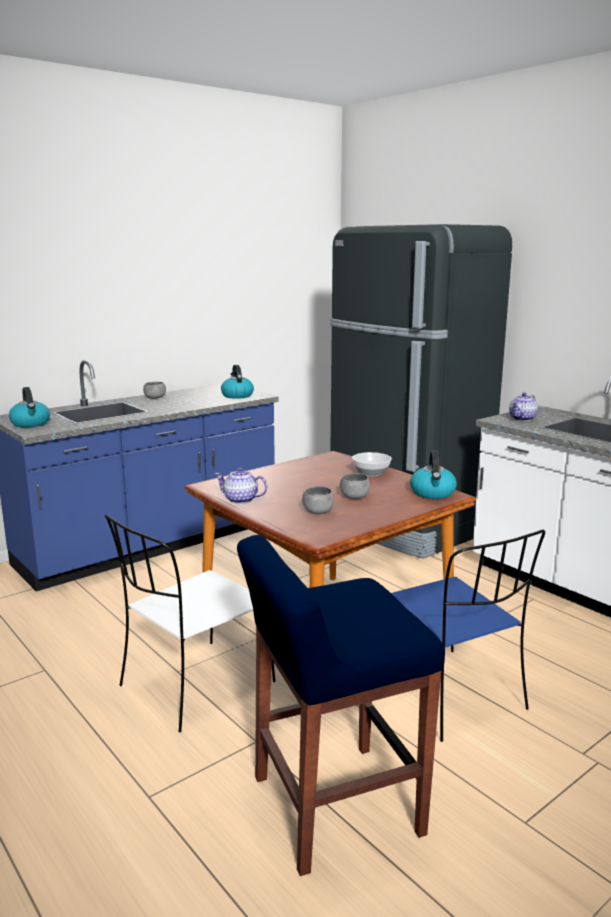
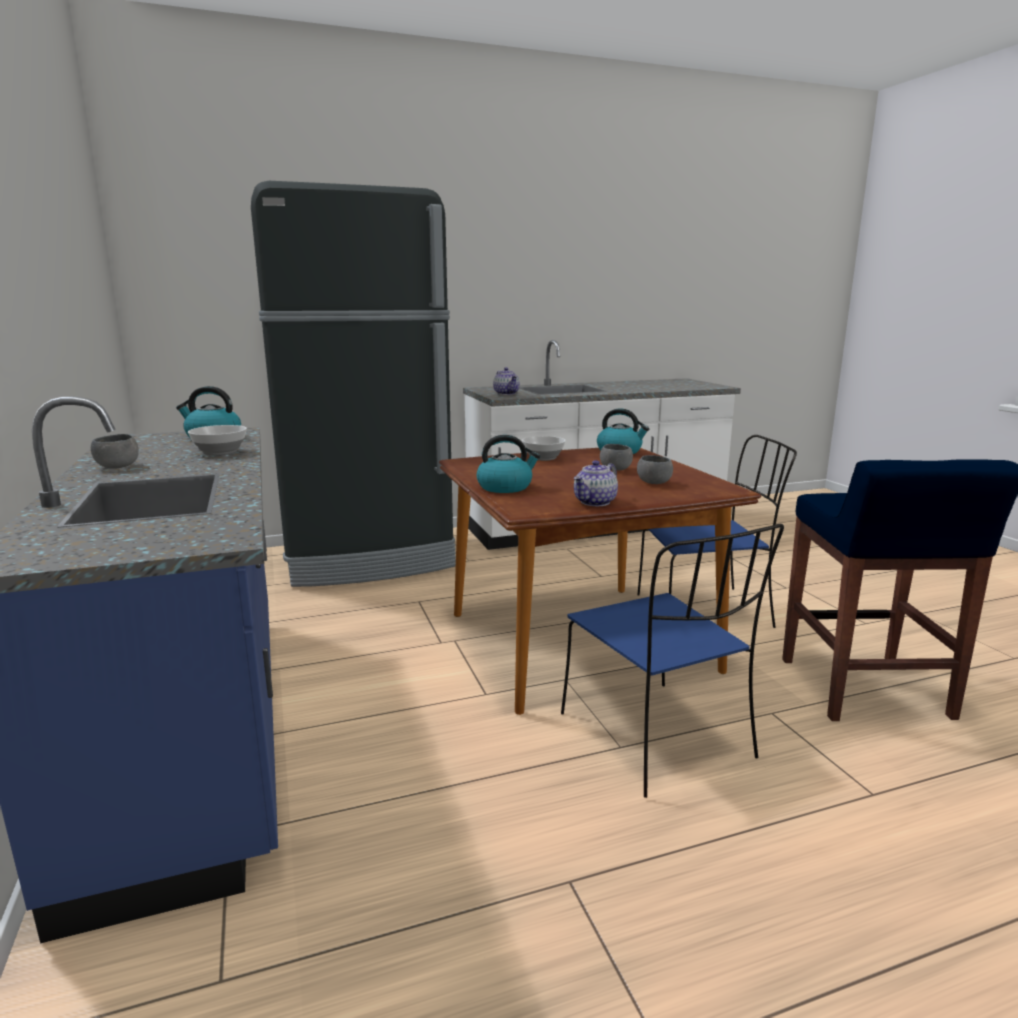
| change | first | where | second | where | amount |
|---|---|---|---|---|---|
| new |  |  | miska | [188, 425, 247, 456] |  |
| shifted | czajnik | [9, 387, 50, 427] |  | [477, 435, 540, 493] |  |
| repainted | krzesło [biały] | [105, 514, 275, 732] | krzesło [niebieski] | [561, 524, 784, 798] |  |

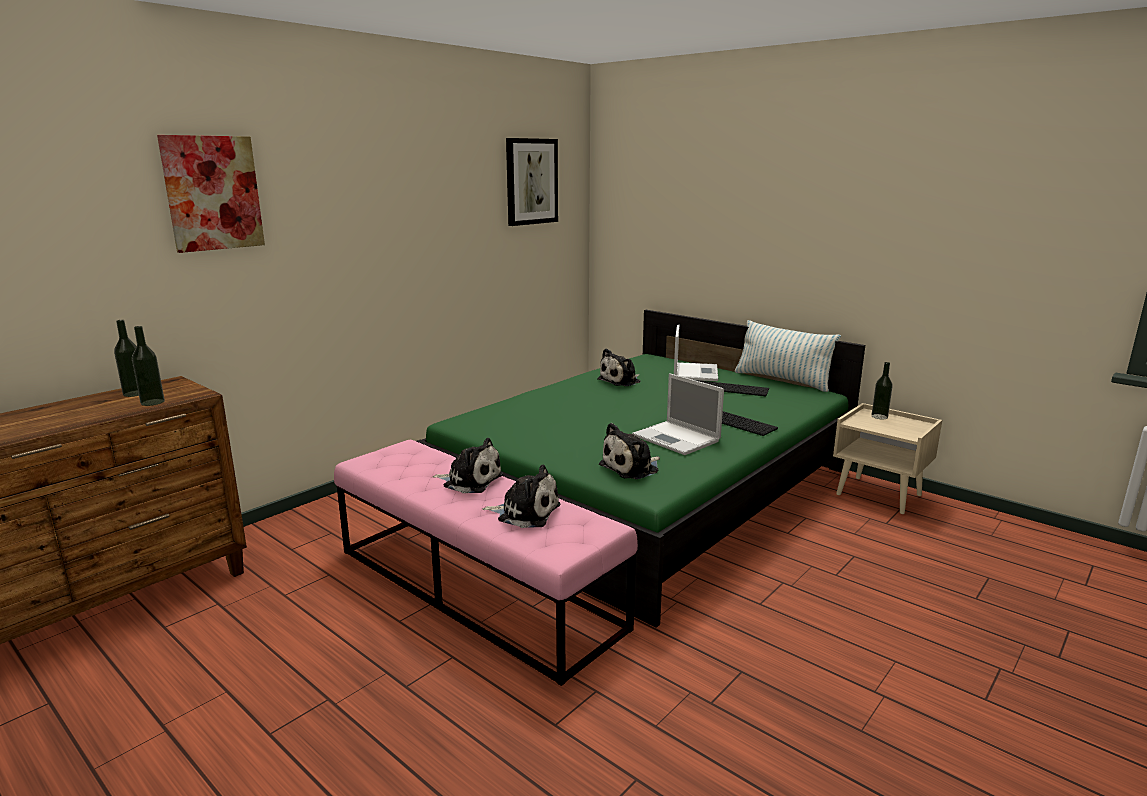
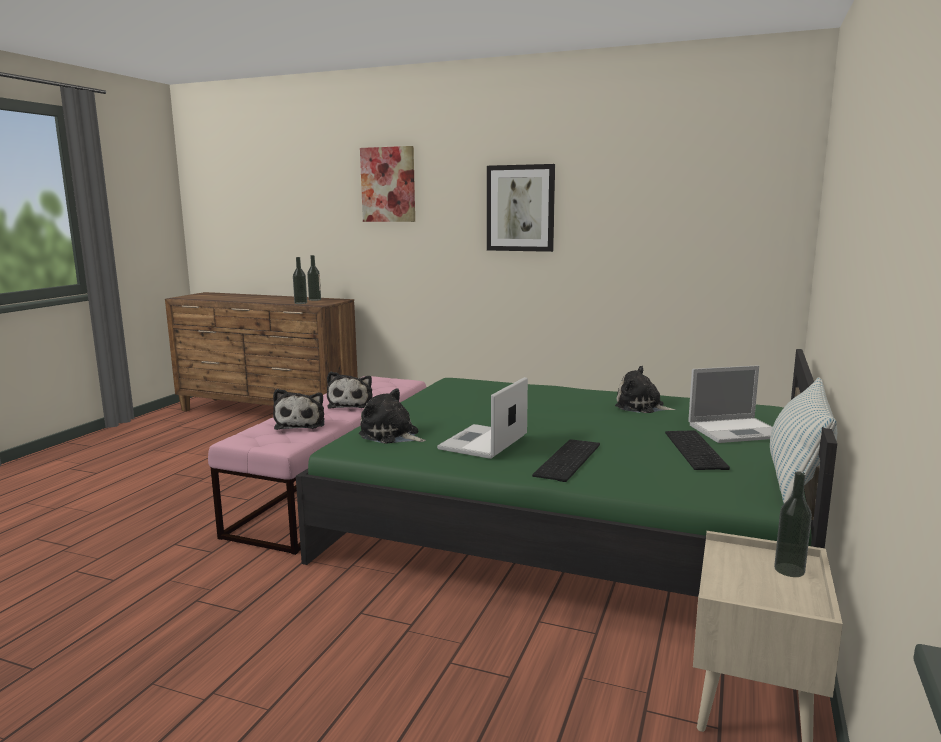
| change | first | where | second | where | amount |
|---|---|---|---|---|---|
| shifted | obraz | [506, 138, 558, 226] |  | [487, 164, 555, 252] |  |

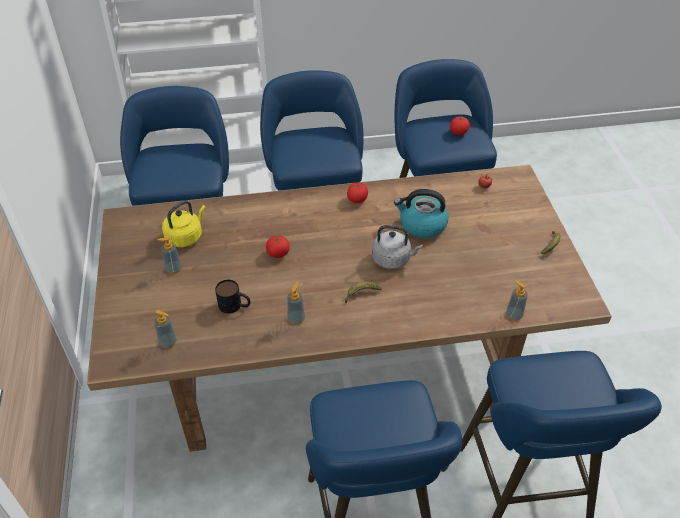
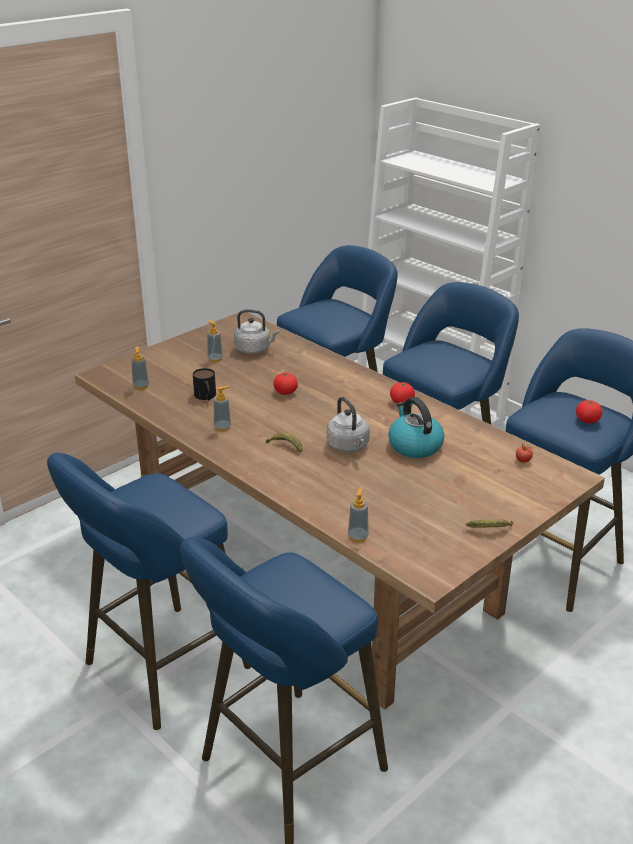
| change | first | where | second | where | amount |
|---|---|---|---|---|---|
| repainted | czajnik [żółty] | [162, 200, 206, 247] | czajnik [szary] | [234, 309, 279, 354] |  |

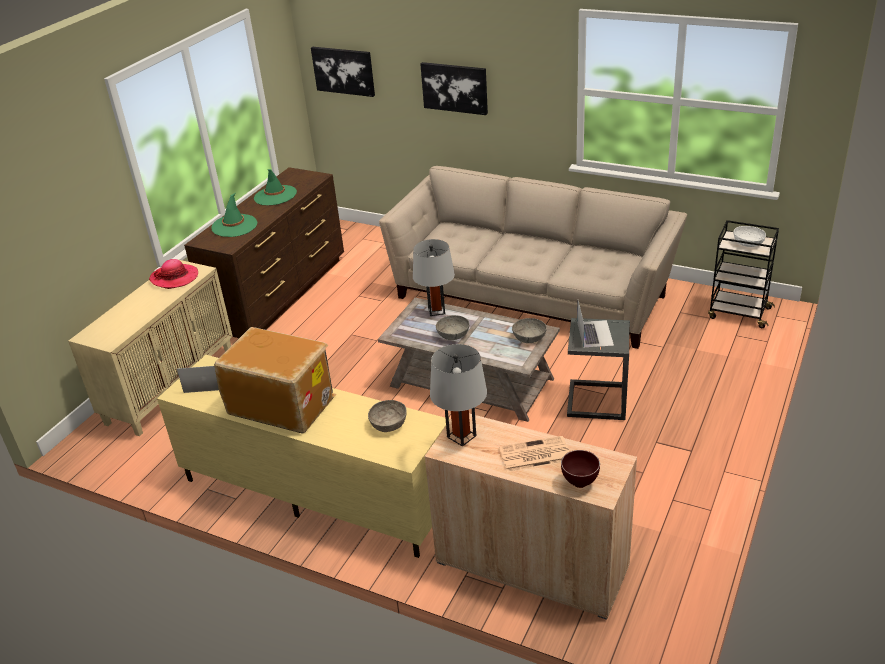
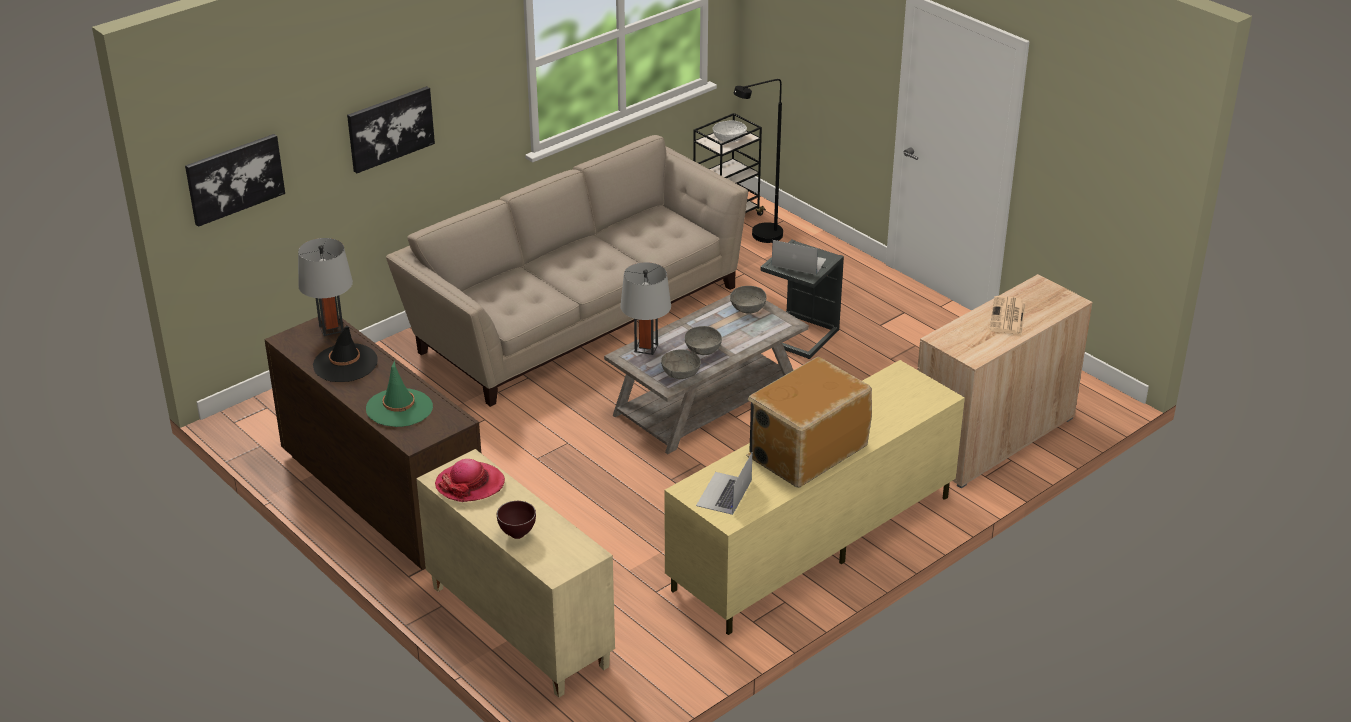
| change | first | where | second | where | amount |
|---|---|---|---|---|---|
| new |  |  | lampa stojąca [czarny] | [734, 79, 783, 243] |  |
| shifted | miska [szary] | [368, 400, 407, 432] |  | [661, 349, 701, 379] |  |
| shifted | lampa stołowa [szary] | [430, 344, 487, 447] |  | [298, 238, 353, 336] |  |
| shifted | miska [brązowy] | [561, 450, 600, 488] |  | [497, 501, 536, 539] |  |
| repainted | kapelusz [zielony] | [254, 169, 297, 205] | kapelusz [czarny] | [313, 326, 378, 382] |  |

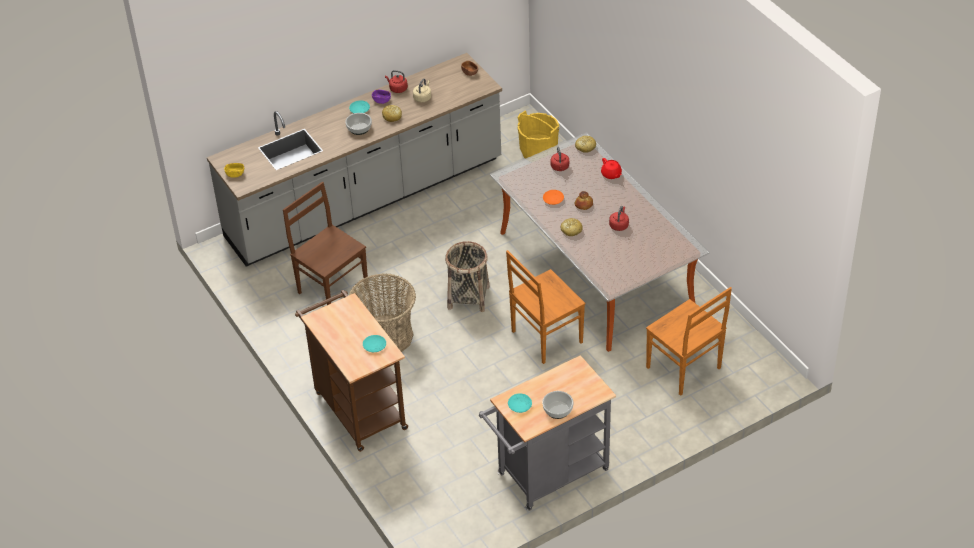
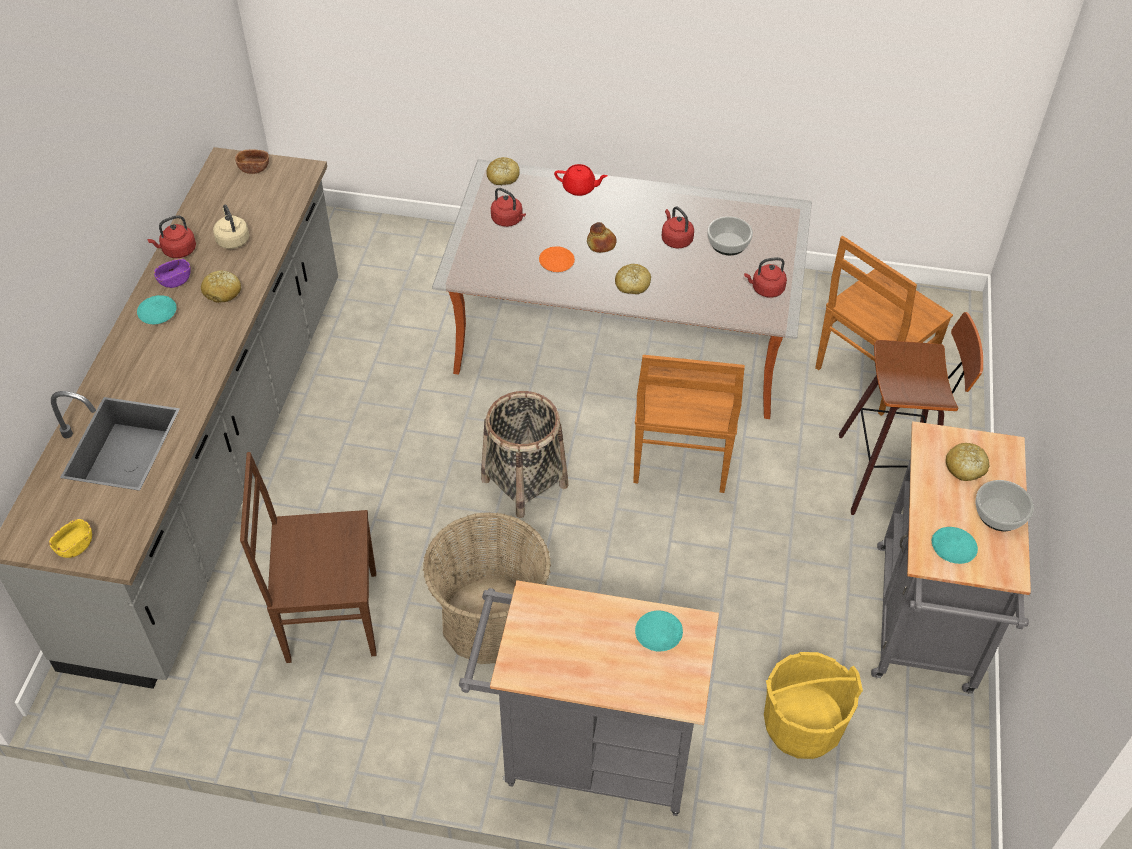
| change | first | where | second | where | amount |
|---|---|---|---|---|---|
| new |  |  | czajnik [czerwony] | [744, 257, 787, 297] |  |
| new |  |  | stołek | [839, 312, 983, 515] |  |
| new |  |  | chleb | [946, 443, 989, 481] |  |
| shifted | miska | [345, 113, 372, 135] |  | [707, 216, 753, 255] |  |
| shifted | wiadro [żółty] | [518, 111, 559, 159] |  | [764, 652, 863, 759] |  |
| repainted | wózek [brązowy] | [295, 290, 408, 452] | wózek [szary] | [459, 580, 719, 816] |  |
| rotated | krzesło [brązowy] | [646, 287, 732, 396] |  | [815, 236, 953, 416] | 135 degrees clockwise |

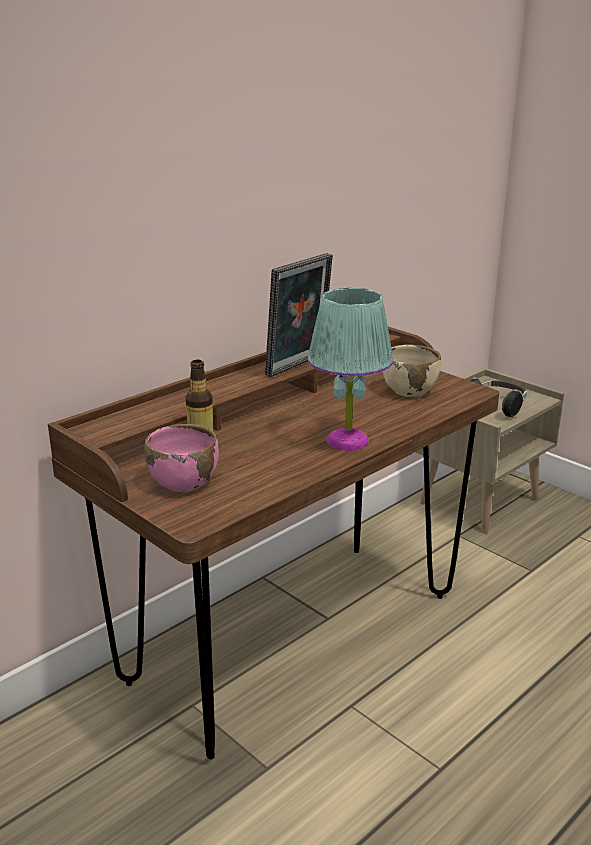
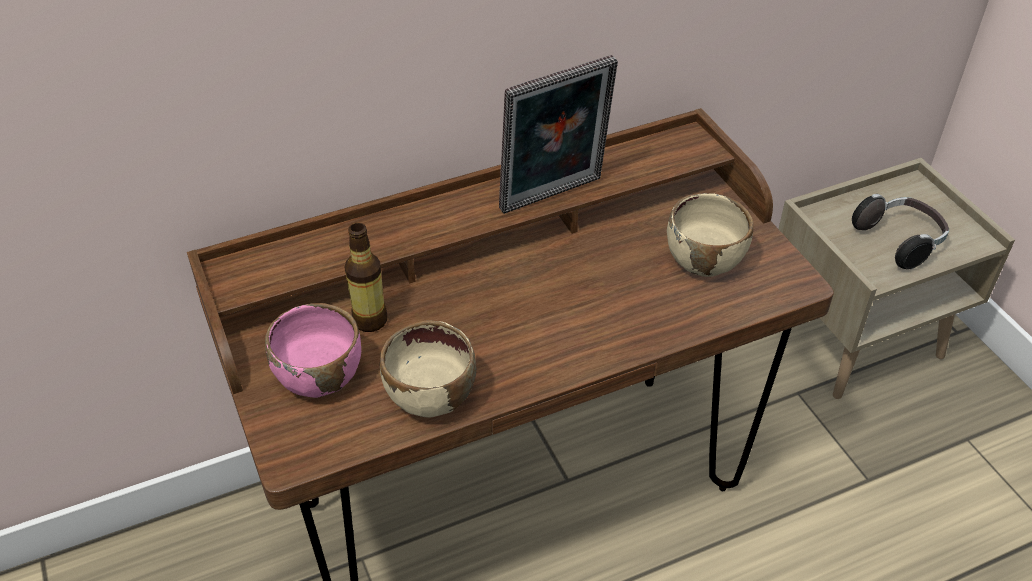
| change | first | where | second | where | amount |
|---|---|---|---|---|---|
| gone | lampa stołowa [turkusowy] | [308, 288, 393, 451] |  |  |  |
| new |  |  | miska [beżowy] | [380, 320, 476, 418] |  |

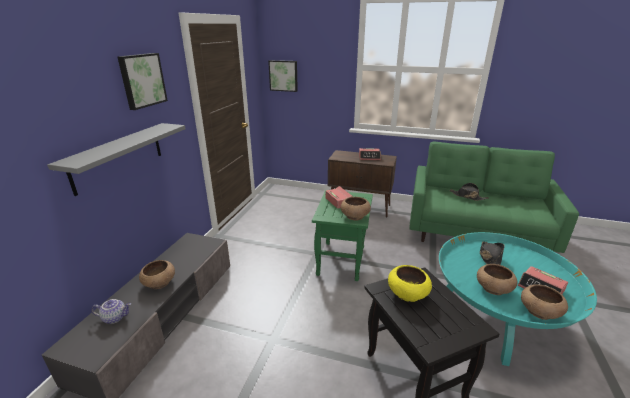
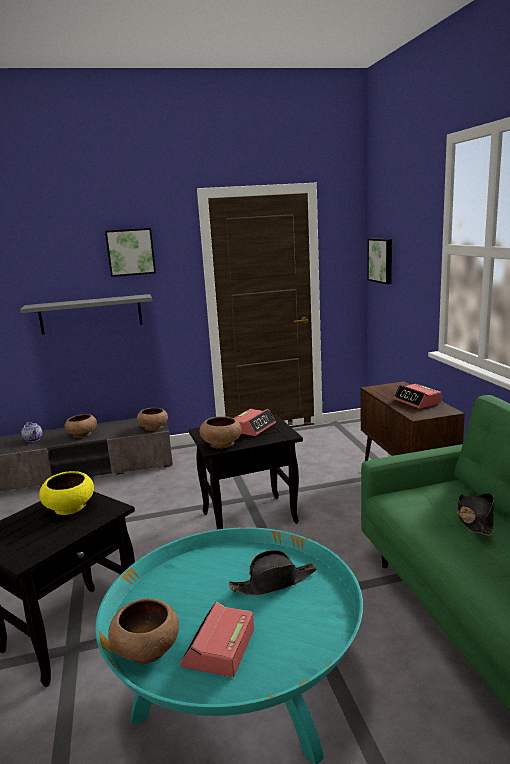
| change | first | where | second | where | amount |
|---|---|---|---|---|---|
| shifted | miska [brązowy] | [477, 264, 517, 295] |  | [137, 408, 168, 431] |  |
| repainted | stolik [zielony] | [312, 190, 373, 281] | stolik [czarny] | [189, 414, 303, 530] |  |

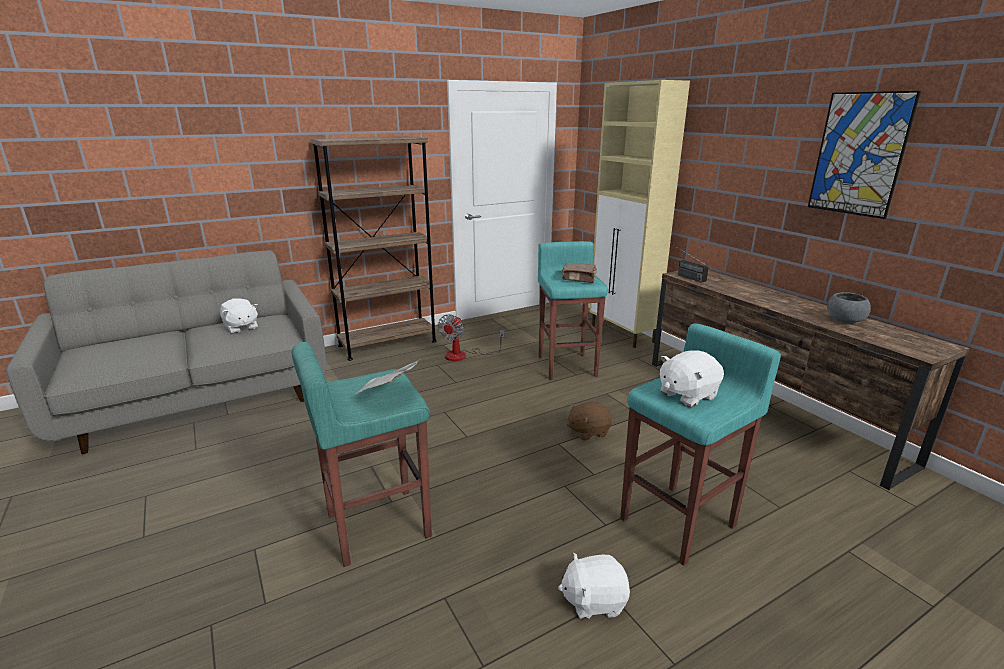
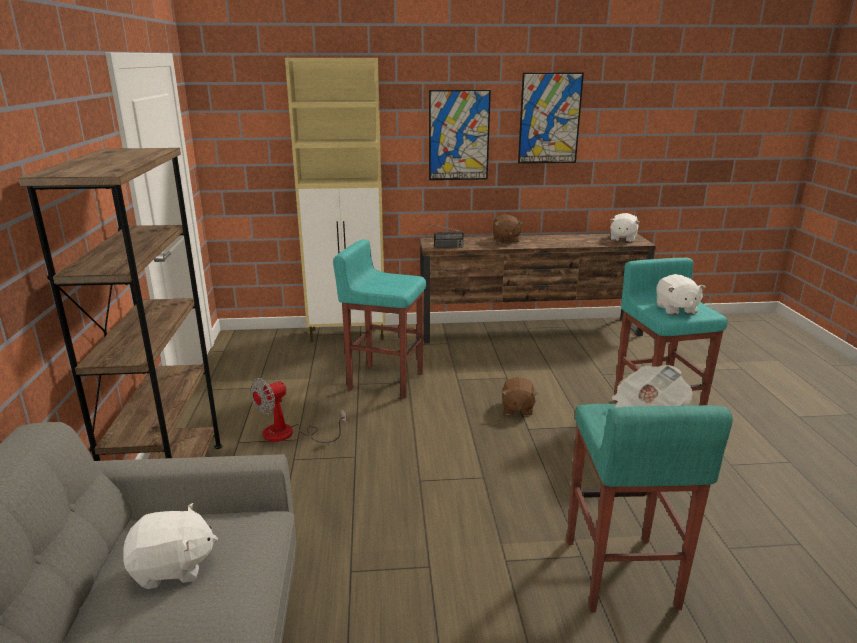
| change | first | where | second | where | amount |
|---|---|---|---|---|---|
| gone | książka [brązowy] | [562, 263, 597, 283] |  |  |  |
| gone | miska [szary] | [827, 292, 871, 323] |  |  |  |
| new |  |  | obraz | [429, 90, 491, 180] |  |
| new |  |  | pluszak [brązowy] | [492, 214, 523, 244] |  |
| shifted | pluszak [biały] | [558, 552, 630, 619] |  | [610, 213, 640, 242] |  |
| rotated | wentylator | [438, 314, 505, 361] |  | [250, 378, 347, 443] | 90 degrees clockwise |

